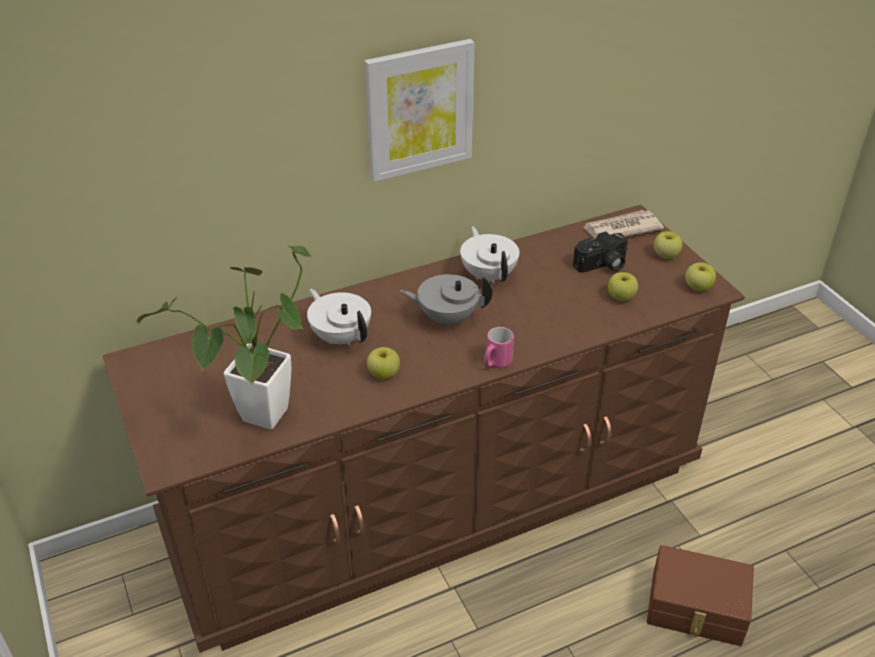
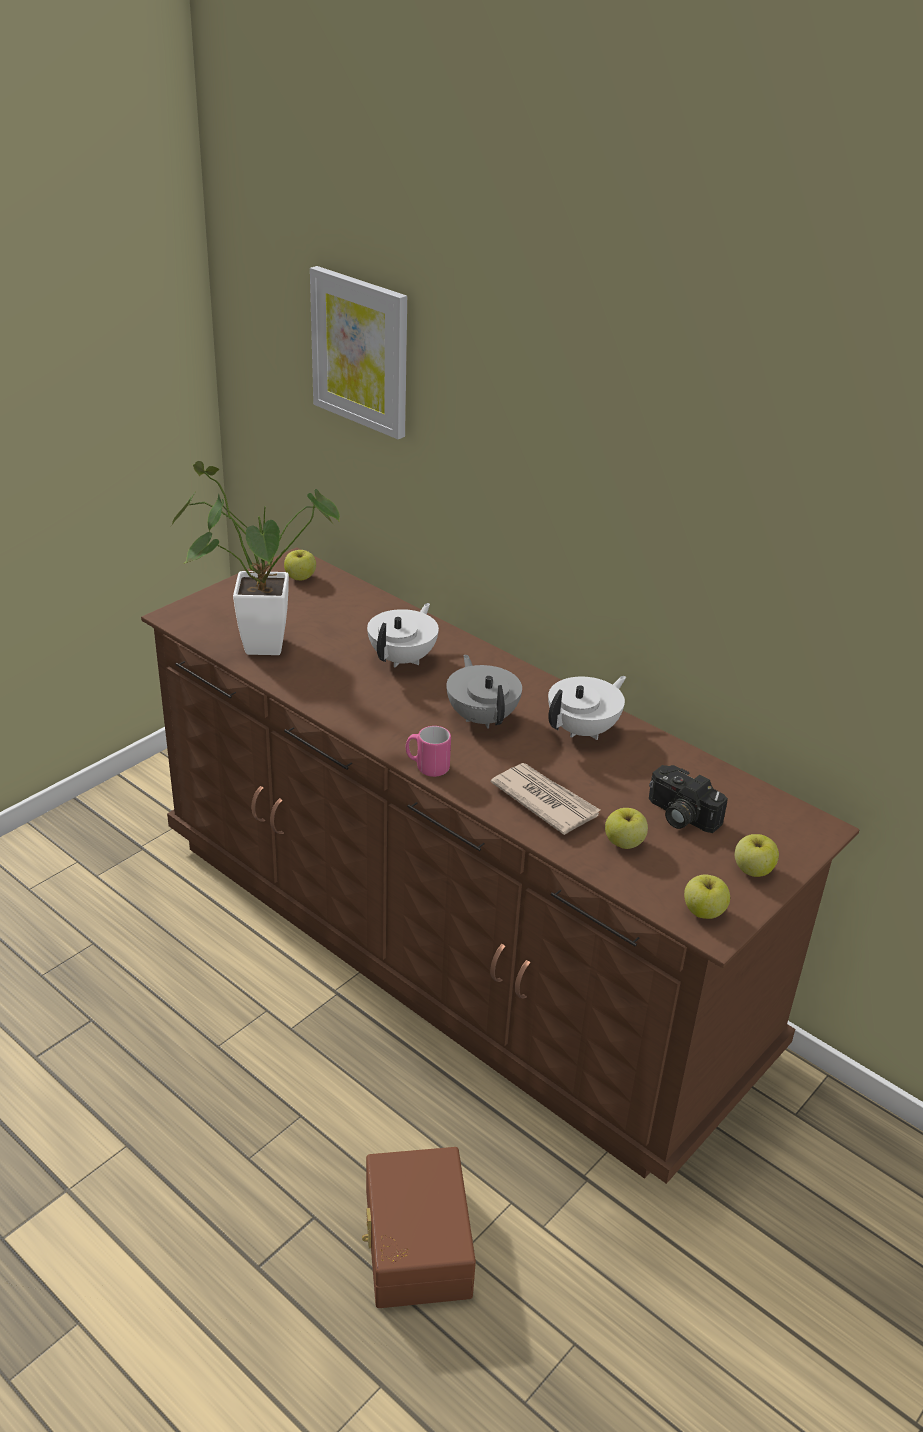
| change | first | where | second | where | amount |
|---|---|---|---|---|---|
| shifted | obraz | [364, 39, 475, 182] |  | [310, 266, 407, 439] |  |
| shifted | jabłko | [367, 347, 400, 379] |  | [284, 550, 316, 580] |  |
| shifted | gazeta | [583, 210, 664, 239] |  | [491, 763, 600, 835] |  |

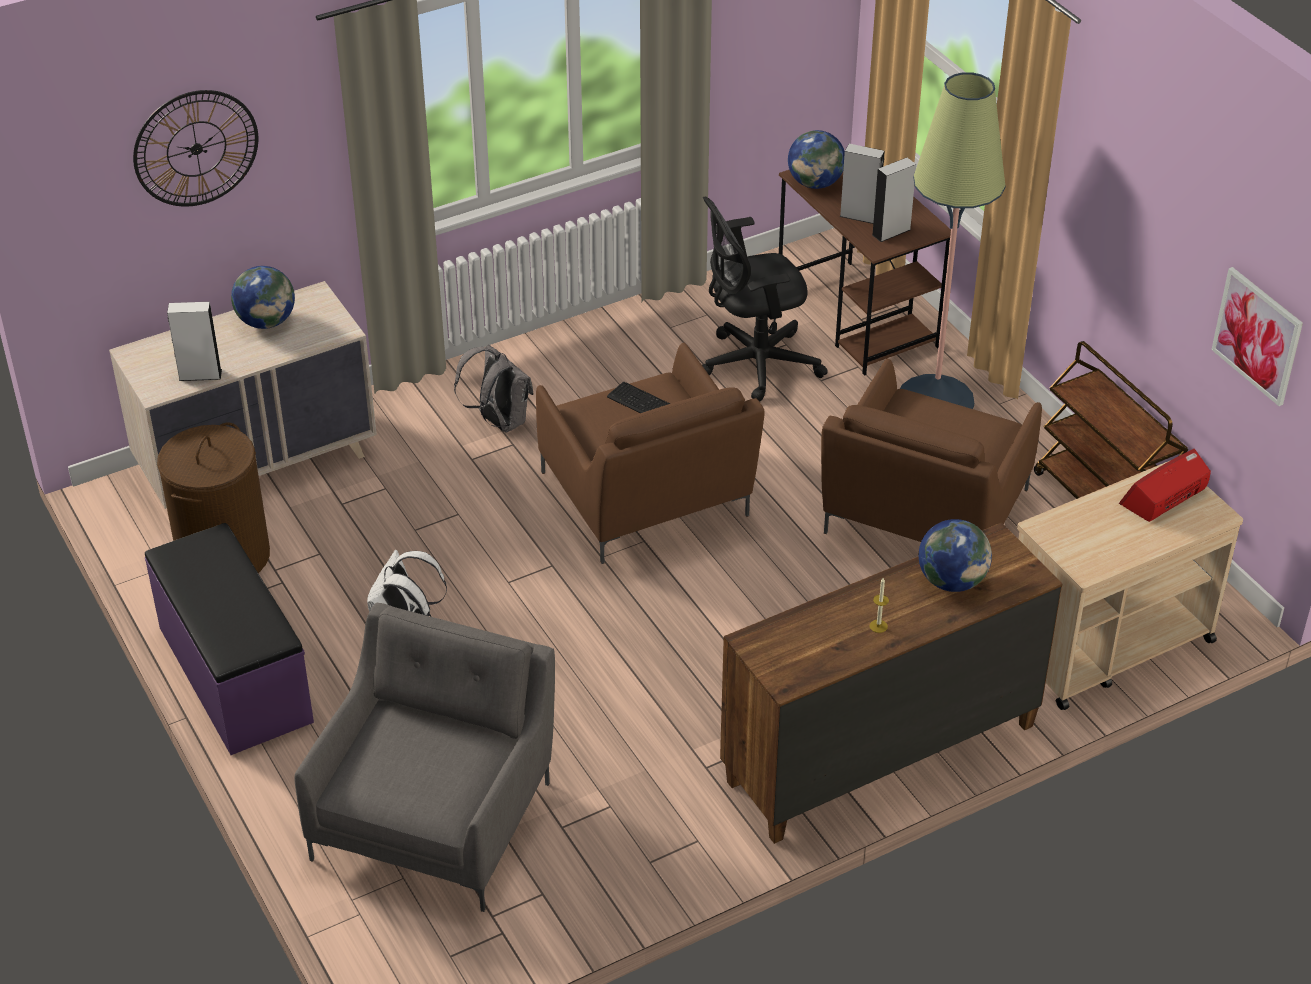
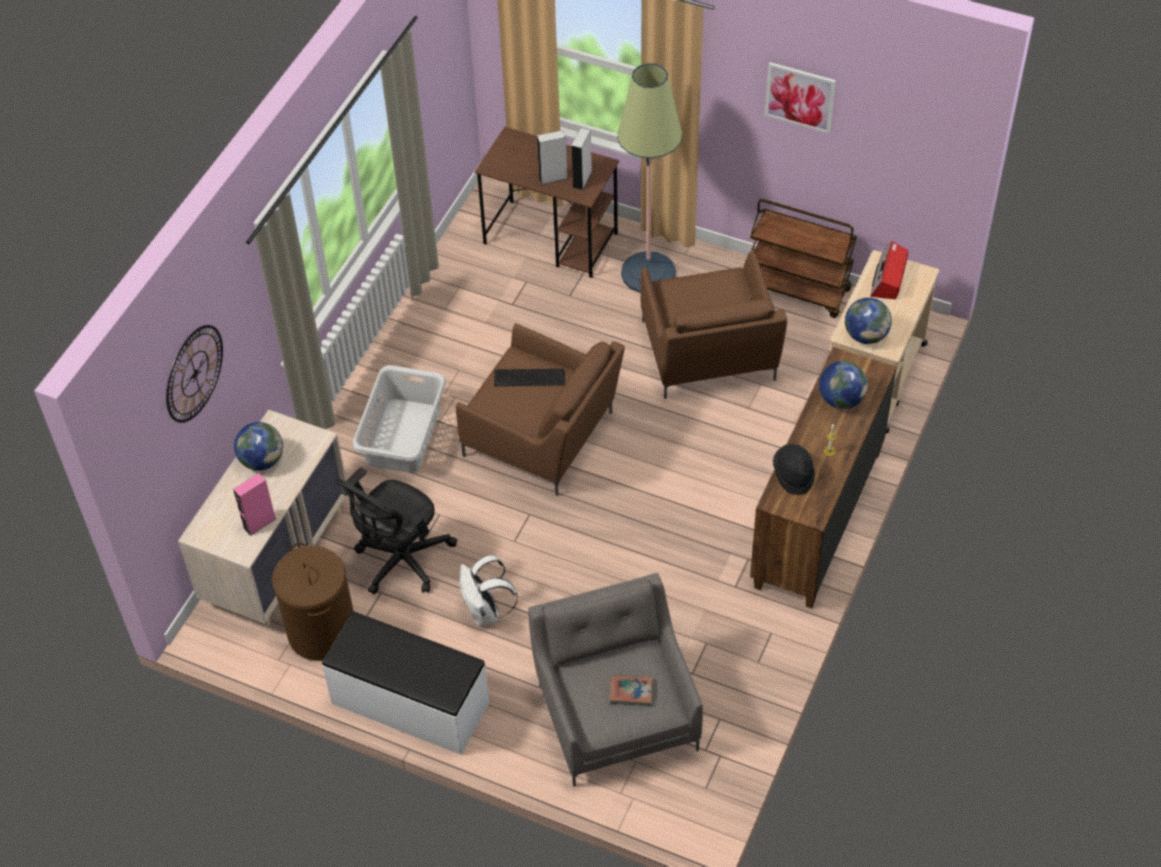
| change | first | where | second | where | amount |
|---|---|---|---|---|---|
| new |  |  | książka | [609, 675, 653, 706] |  |
| new |  |  | kapelusz [czarny] | [773, 444, 815, 495] |  |
| shifted | krzesło biurowe [czarny] | [702, 196, 828, 402] |  | [336, 467, 457, 595] |  |
| shifted | globus | [788, 130, 845, 189] |  | [845, 298, 892, 344] |  |
| shifted | obraz | [1211, 267, 1303, 406] |  | [765, 62, 836, 134] |  |
| swapped | plecak [szary] | [454, 345, 533, 433] | kosz na pranie [szary] | [353, 365, 446, 473] |  |
| repainted | ławka [fioletowy] | [145, 523, 314, 755] | ławka [biały] | [322, 612, 490, 755] |  |
| repainted | głośnik [biały] | [167, 302, 222, 381] | głośnik [różowy] | [233, 473, 276, 536] |  |

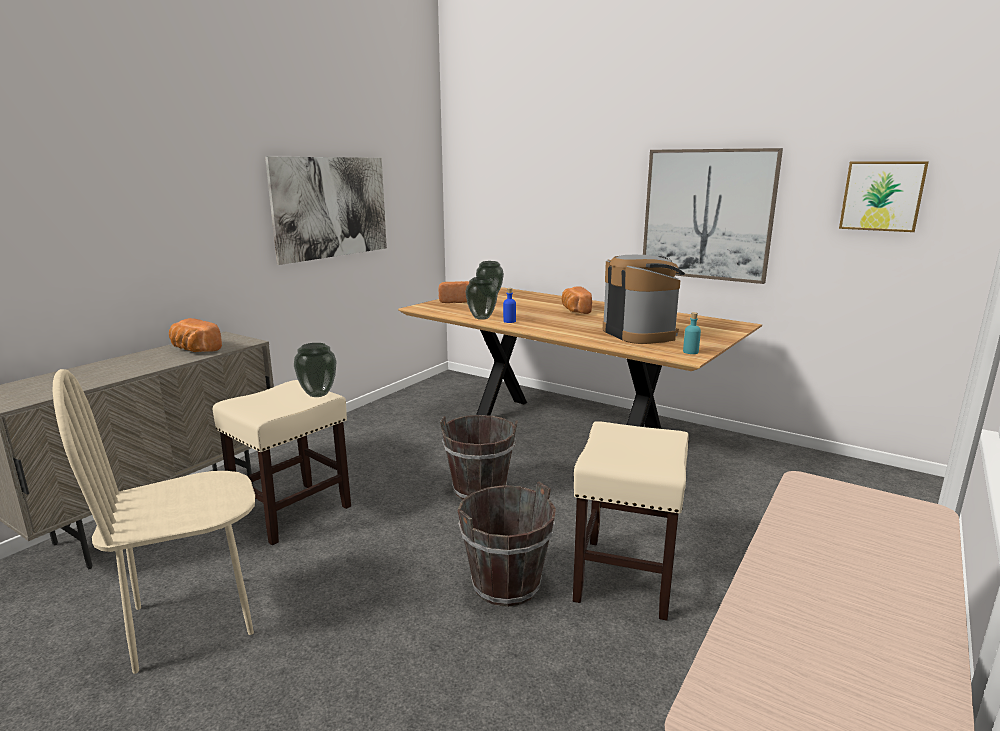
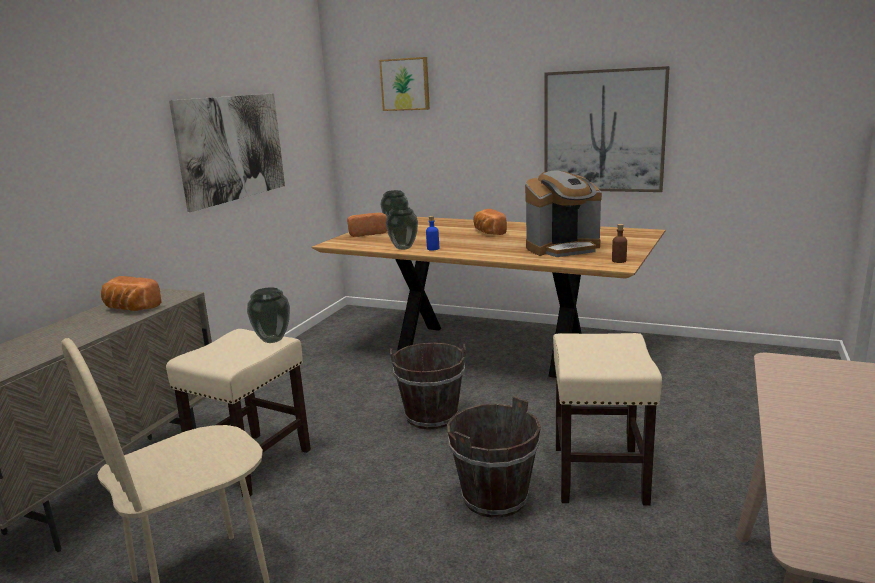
| change | first | where | second | where | amount |
|---|---|---|---|---|---|
| shifted | obraz | [839, 161, 929, 232] |  | [379, 57, 430, 111] |  |
| repainted | butelka [turkusowy] | [683, 312, 701, 354] | butelka [brązowy] | [612, 224, 627, 263] |  |
| rotated | ekspres do kawy | [603, 255, 685, 344] |  | [525, 170, 602, 257] | 105 degrees clockwise |

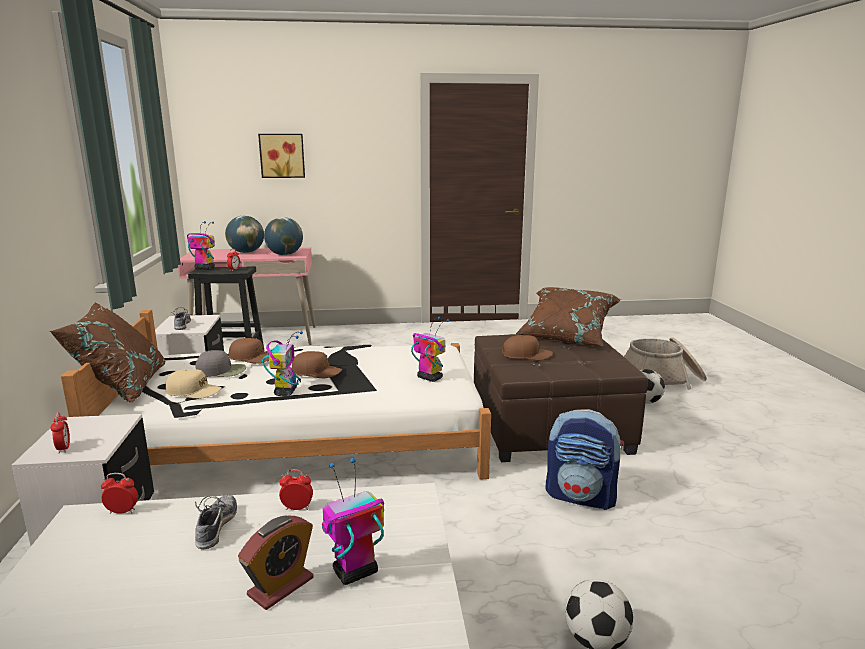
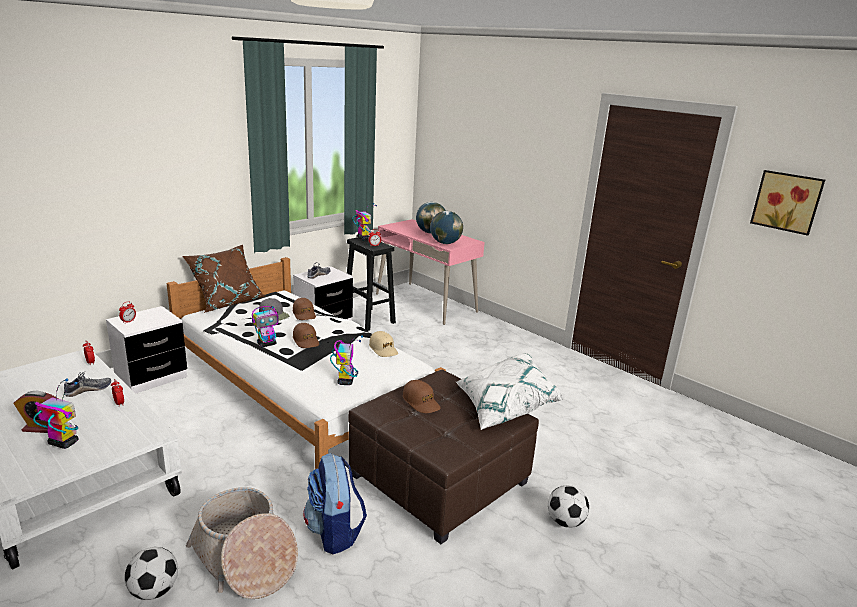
| change | first | where | second | where | amount |
|---|---|---|---|---|---|
| shifted | czapka z daszkiem [beżowy] | [166, 369, 222, 399] |  | [369, 331, 398, 357] |  |
| shifted | obraz | [258, 134, 305, 178] |  | [750, 170, 825, 236] |  |
| shifted | koszyk | [624, 337, 707, 390] |  | [186, 487, 298, 599] |  |
| repainted | poduszka [brązowy] | [516, 287, 620, 346] | poduszka [biały] | [456, 353, 564, 430] |  |

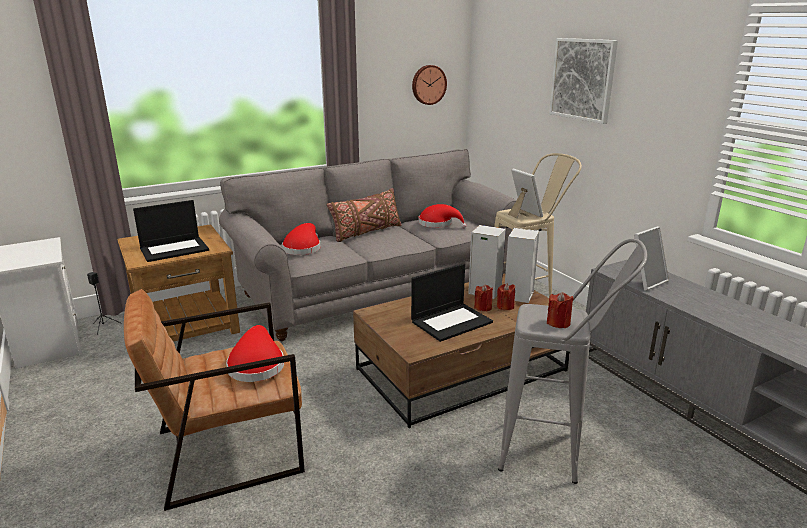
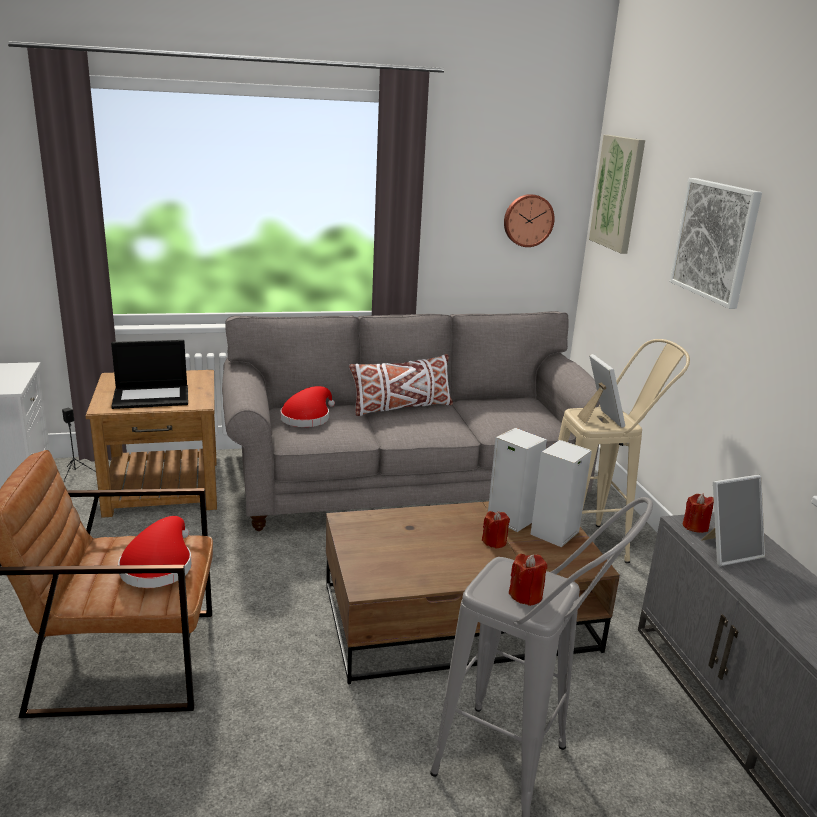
| change | first | where | second | where | amount |
|---|---|---|---|---|---|
| gone | laptop | [411, 263, 493, 342] |  |  |  |
| gone | kapelusz [czerwony] | [418, 204, 467, 228] |  |  |  |
| new |  |  | obraz | [589, 135, 645, 254] |  |
| shifted | świeca [czerwony] | [497, 283, 515, 310] |  | [683, 494, 714, 533] |  |
| repainted | poduszka [brązowy] | [327, 188, 402, 242] | poduszka [biały] | [349, 354, 453, 416] |  |

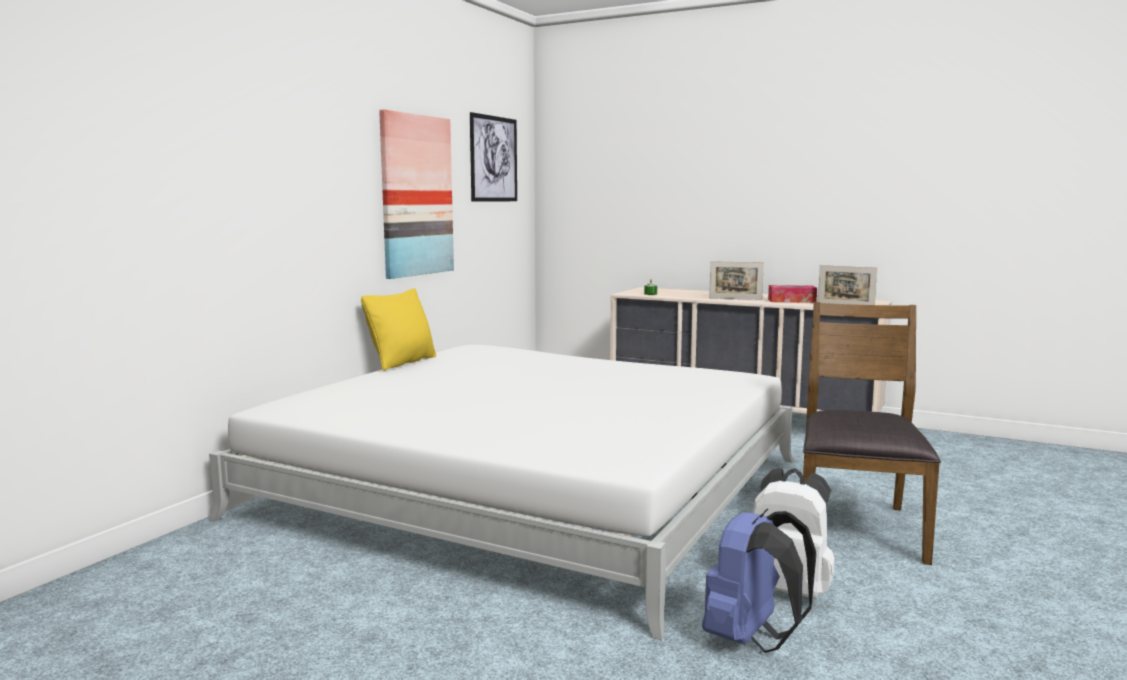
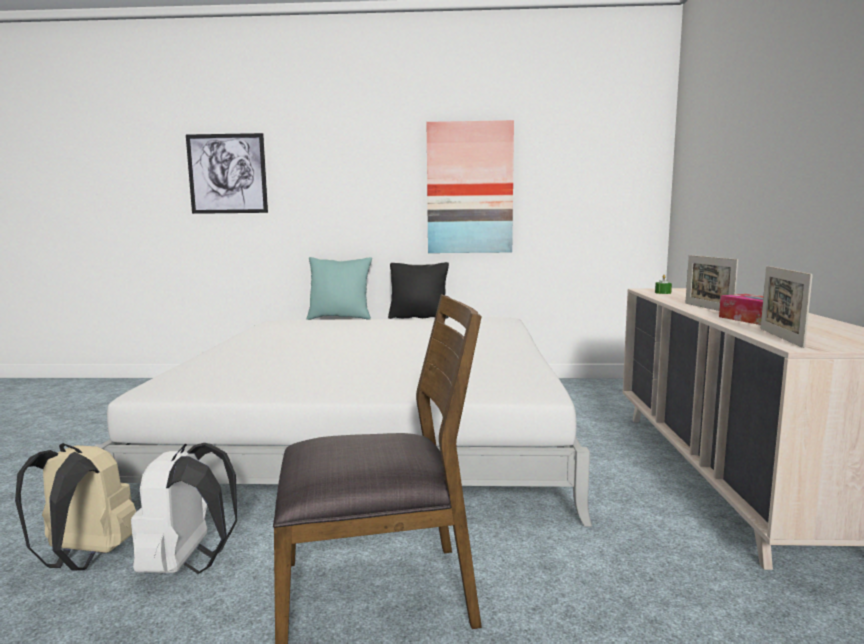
| change | first | where | second | where | amount |
|---|---|---|---|---|---|
| new |  |  | poduszka [turkusowy] | [307, 257, 372, 320] |  |
| shifted | obraz | [470, 112, 517, 202] |  | [186, 133, 268, 214] |  |
| repainted | poduszka [żółty] | [361, 288, 436, 371] | poduszka [czarny] | [388, 262, 449, 319] |  |
| repainted | plecak [niebieski] | [702, 508, 816, 653] | plecak [beżowy] | [15, 443, 136, 570] |  |

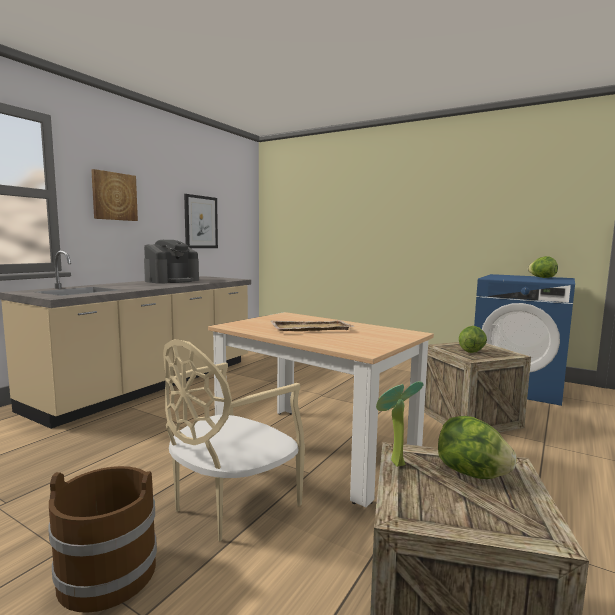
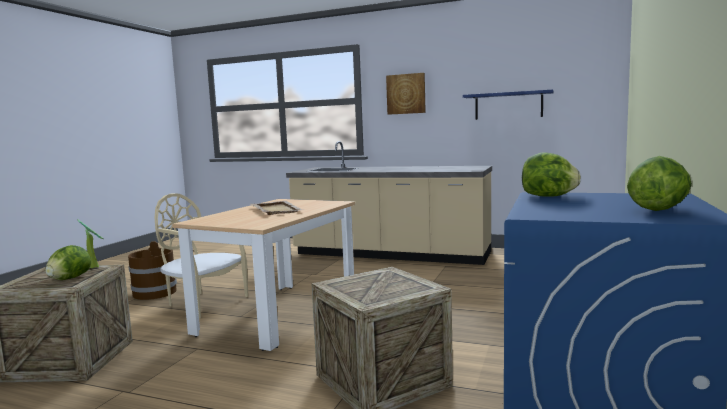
| change | first | where | second | where | amount |
|---|---|---|---|---|---|
| gone | ekspres do kawy | [144, 240, 199, 284] |  |  |  |
| shifted | sałata | [459, 326, 487, 353] |  | [522, 152, 581, 197] |  |
| swapped | obraz | [184, 194, 218, 248] | półka [niebieski] | [463, 90, 553, 120] |  |

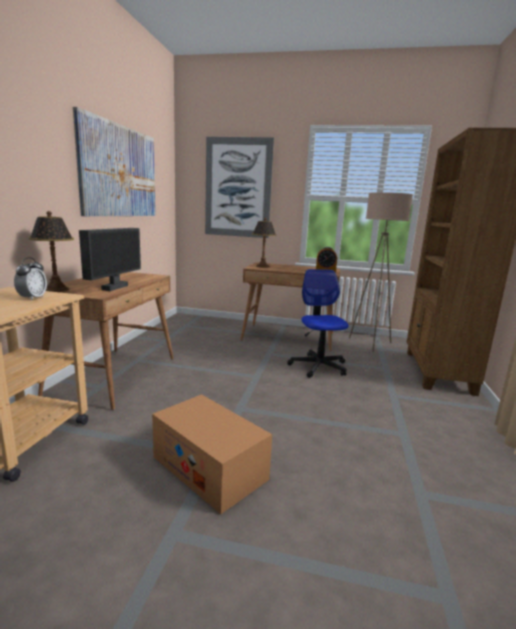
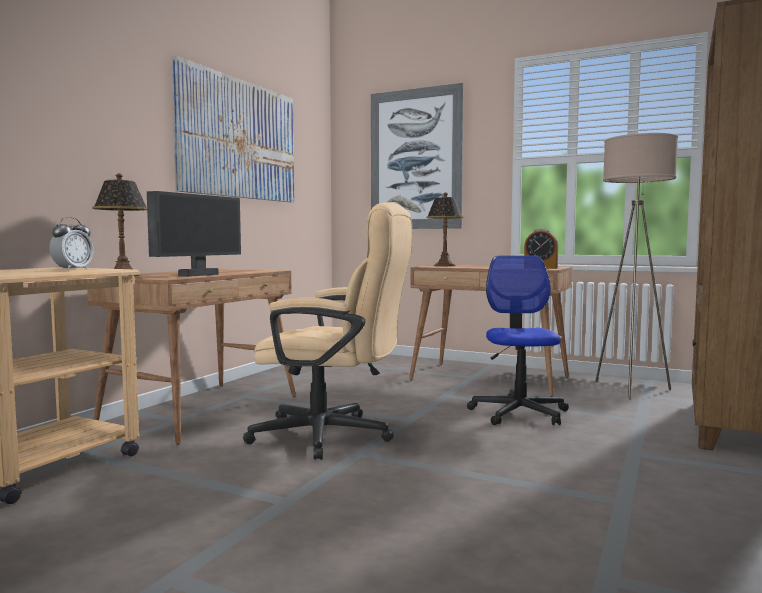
| change | first | where | second | where | amount |
|---|---|---|---|---|---|
| gone | karton | [152, 394, 272, 514] |  |  |  |
| new |  |  | krzesło biurowe [beżowy] | [243, 202, 412, 460] |  |

